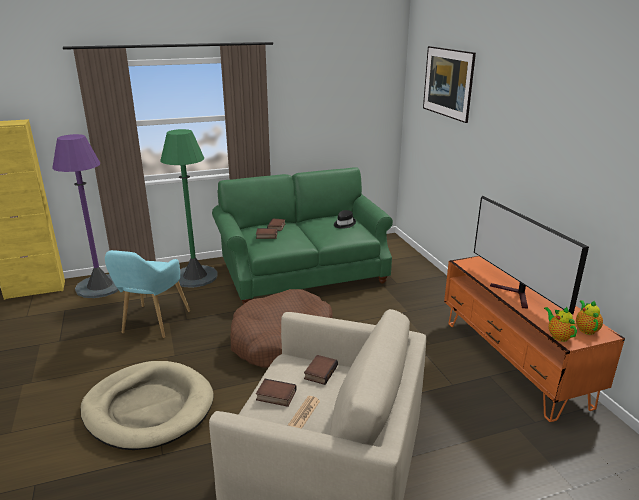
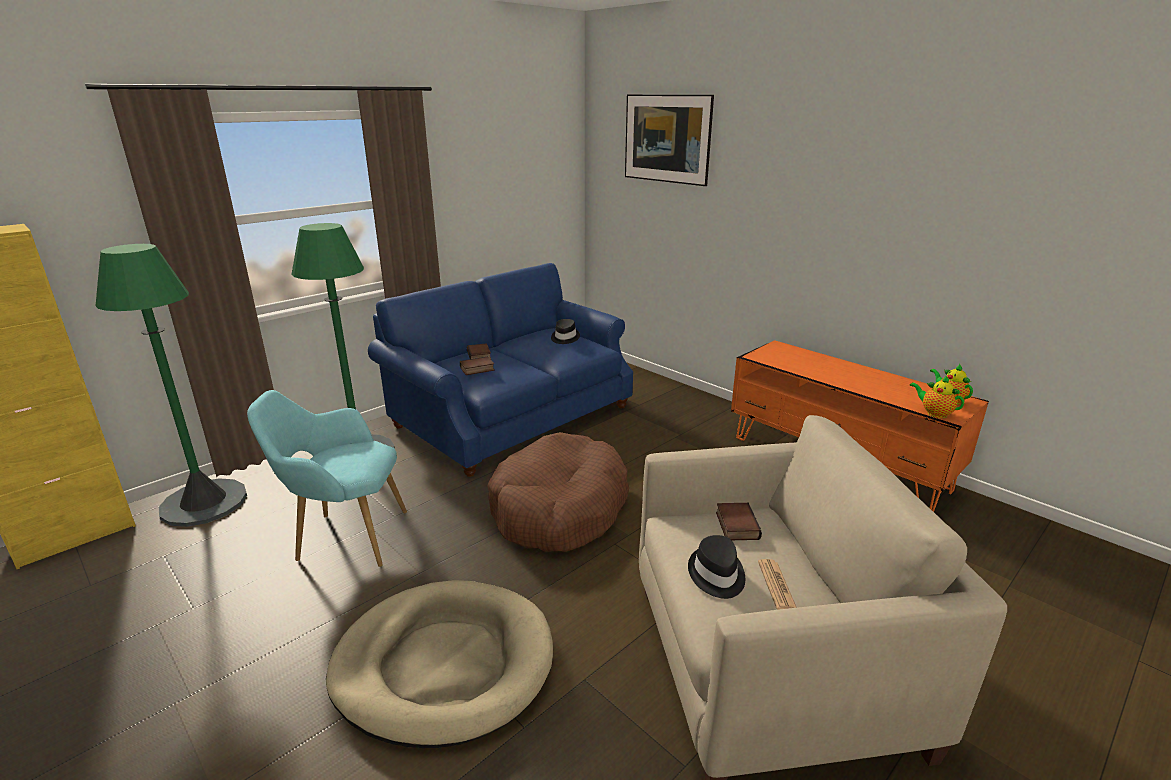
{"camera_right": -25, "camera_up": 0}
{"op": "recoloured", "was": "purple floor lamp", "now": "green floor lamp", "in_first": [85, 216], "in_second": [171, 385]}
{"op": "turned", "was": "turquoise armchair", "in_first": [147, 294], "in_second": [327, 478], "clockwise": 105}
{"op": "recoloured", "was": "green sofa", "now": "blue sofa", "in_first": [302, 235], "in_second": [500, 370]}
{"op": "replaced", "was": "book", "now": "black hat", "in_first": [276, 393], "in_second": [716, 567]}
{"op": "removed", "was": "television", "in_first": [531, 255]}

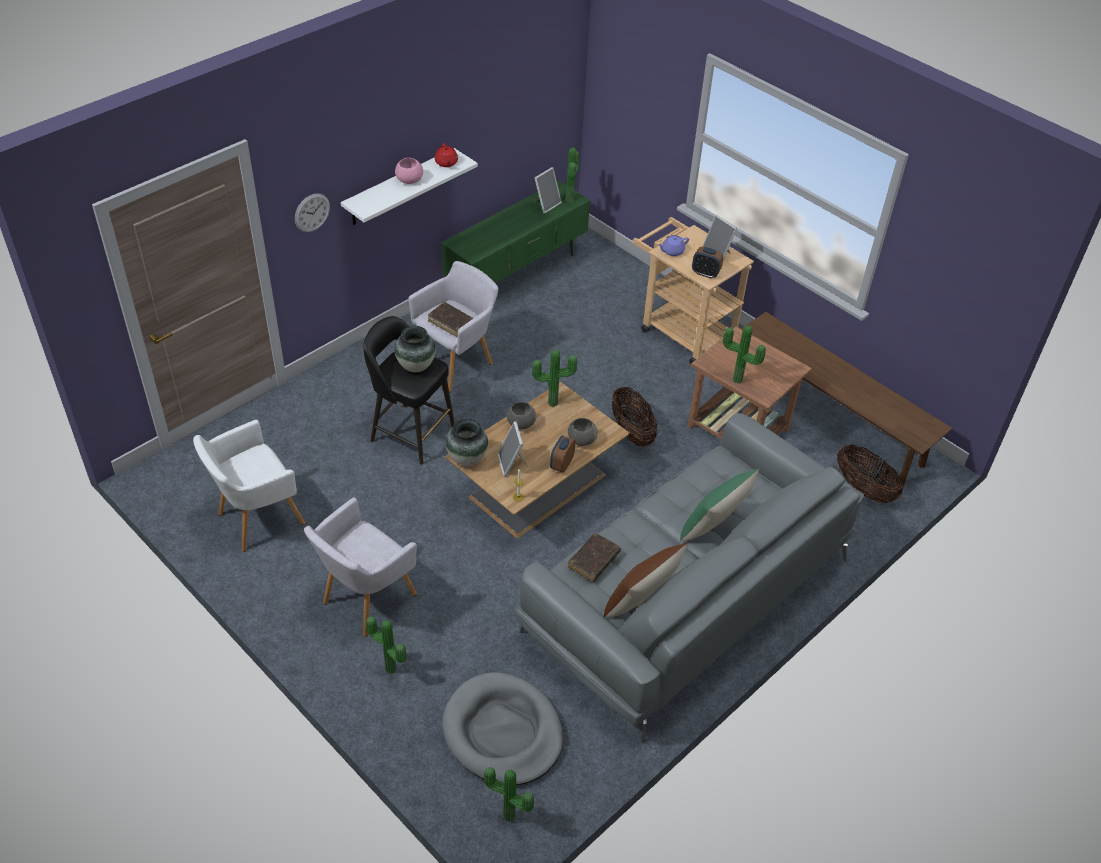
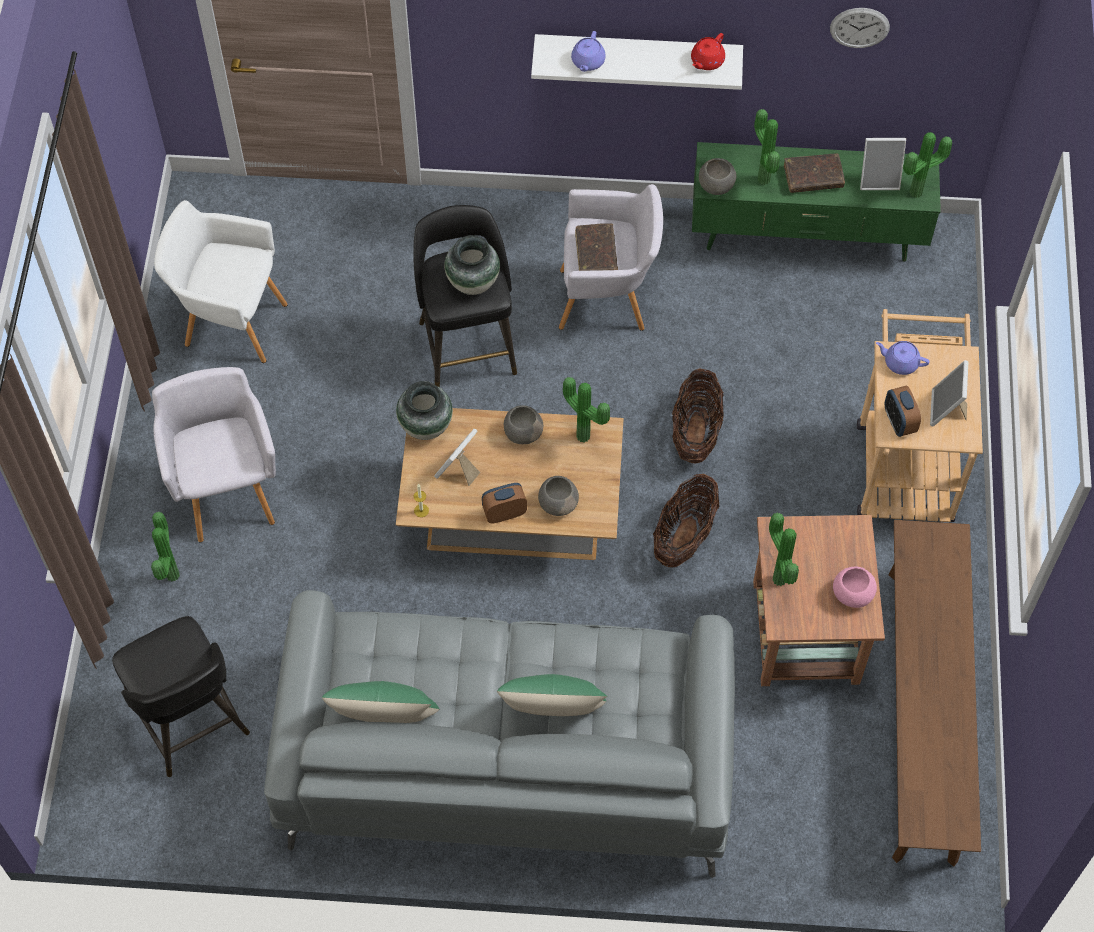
{"camera_right": 50, "camera_up": 15}
{"op": "replaced", "was": "grey dog bed", "now": "black stool", "in_first": [502, 728], "in_second": [181, 696]}
{"op": "turned", "was": "grey armchair", "in_first": [360, 567], "in_second": [214, 454], "clockwise": 75}
{"op": "recoloured", "was": "brown pillow", "now": "green pillow", "in_first": [646, 580], "in_second": [380, 702]}
{"op": "added", "now": "purple teapot", "in_second": [588, 51]}
{"op": "moved", "was": "basket", "in_first": [870, 473], "in_second": [698, 415]}
{"op": "added", "now": "grey bowl", "in_second": [717, 176]}
{"op": "moved", "was": "potted plant", "in_first": [509, 794], "in_second": [767, 147]}
{"op": "moved", "was": "brown book", "in_first": [594, 557], "in_second": [814, 173]}
{"op": "moved", "was": "wall clock", "in_first": [312, 212], "in_second": [860, 28]}
{"op": "moved", "was": "pink bowl", "in_first": [409, 171], "in_second": [855, 587]}

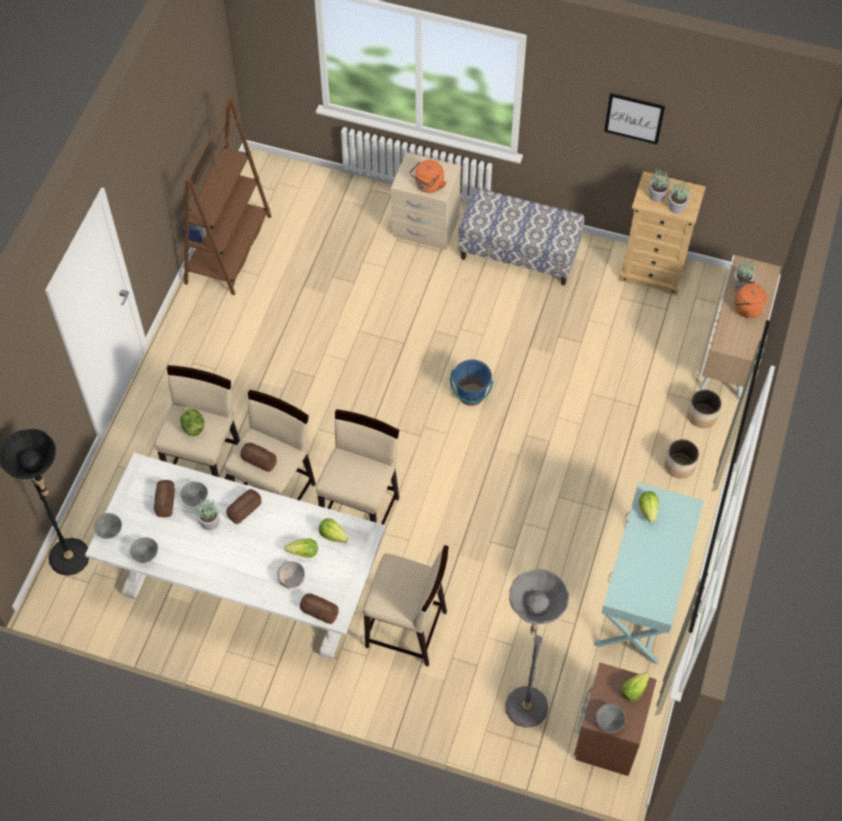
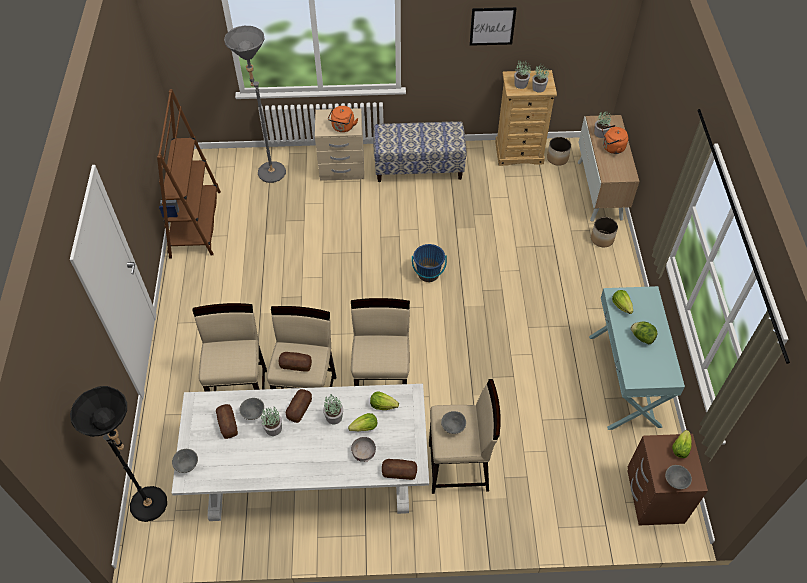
{"camera_right": -20, "camera_up": -5}
{"op": "moved", "was": "grey floor lamp", "in_first": [537, 648], "in_second": [255, 104]}
{"op": "added", "now": "potted plant", "in_second": [333, 408]}
{"op": "moved", "was": "grey bowl", "in_first": [144, 550], "in_second": [453, 422]}
{"op": "moved", "was": "planter", "in_first": [682, 459], "in_second": [559, 151]}
{"op": "moved", "was": "lettuce", "in_first": [192, 422], "in_second": [644, 333]}

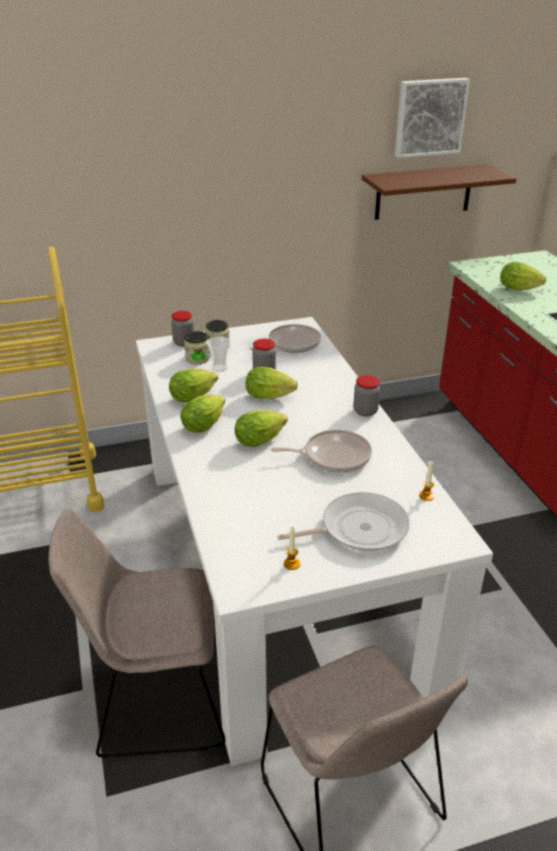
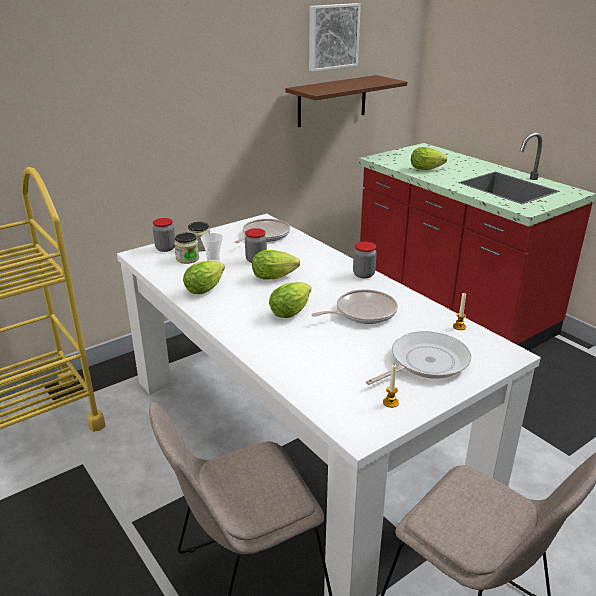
{"camera_right": -20, "camera_up": -5}
{"op": "removed", "was": "lettuce", "in_first": [202, 413]}

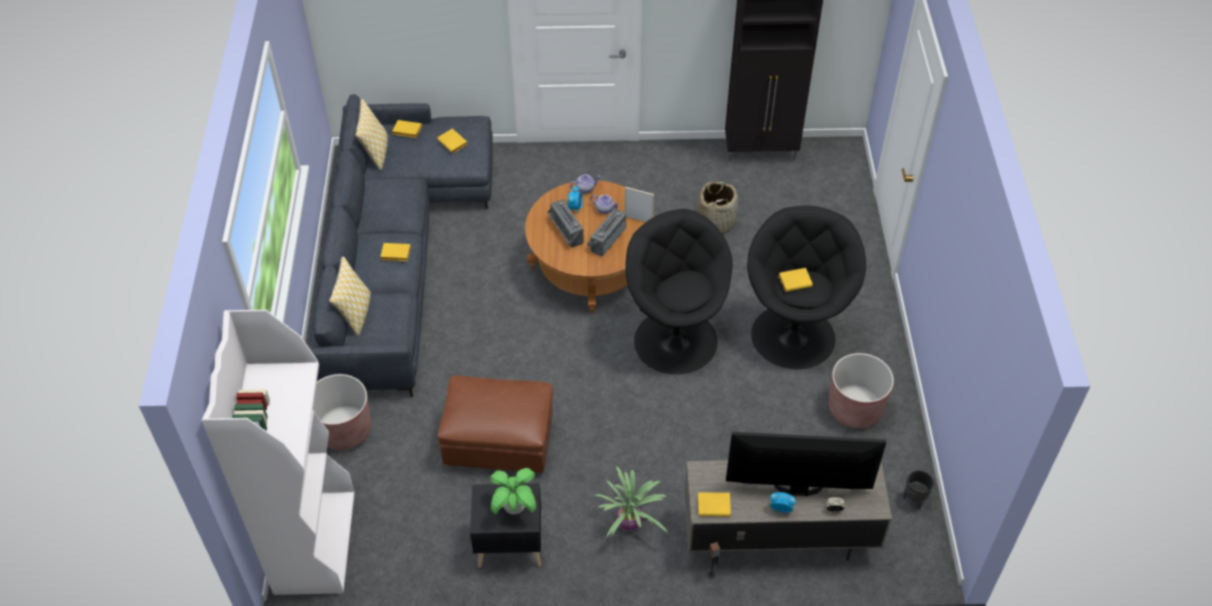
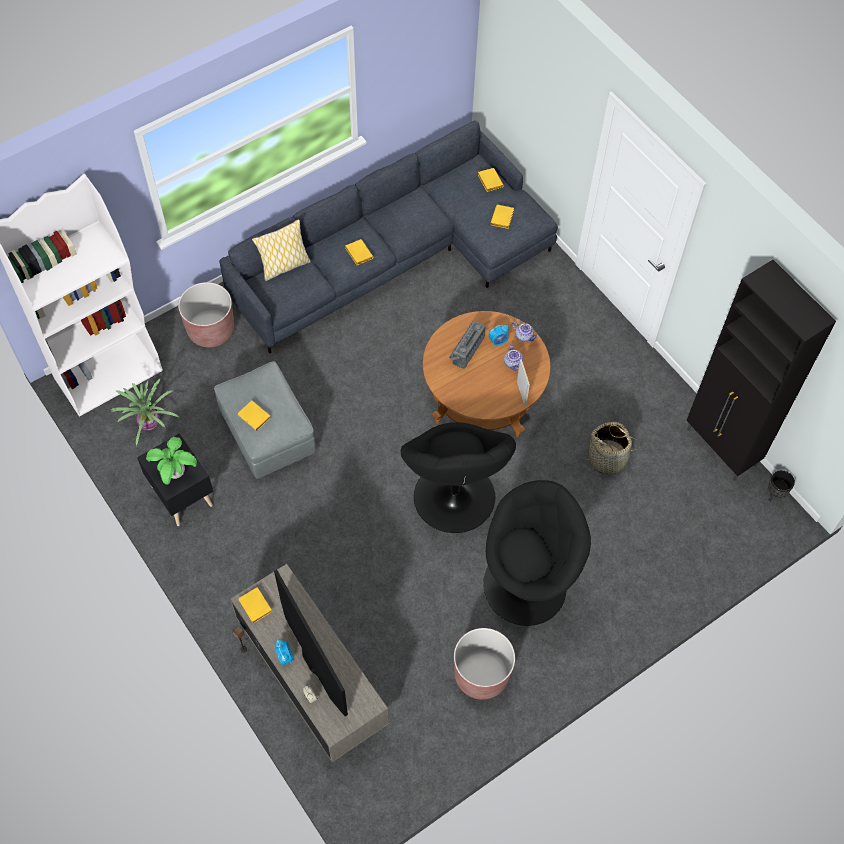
{"camera_right": 55, "camera_up": 10}
{"op": "moved", "was": "potted plant", "in_first": [631, 501], "in_second": [145, 412]}
{"op": "recoloured", "was": "brown ottoman", "now": "grey ottoman", "in_first": [495, 424], "in_second": [265, 420]}
{"op": "moved", "was": "yellow book", "in_first": [796, 280], "in_second": [254, 415]}
{"op": "turned", "was": "black armchair", "in_first": [679, 291], "in_second": [458, 477], "clockwise": 150}
{"op": "moved", "was": "black planter", "in_first": [918, 490], "in_second": [781, 486]}
{"op": "removed", "was": "pillow", "in_first": [371, 134]}
{"op": "removed", "was": "radio", "in_first": [606, 232]}

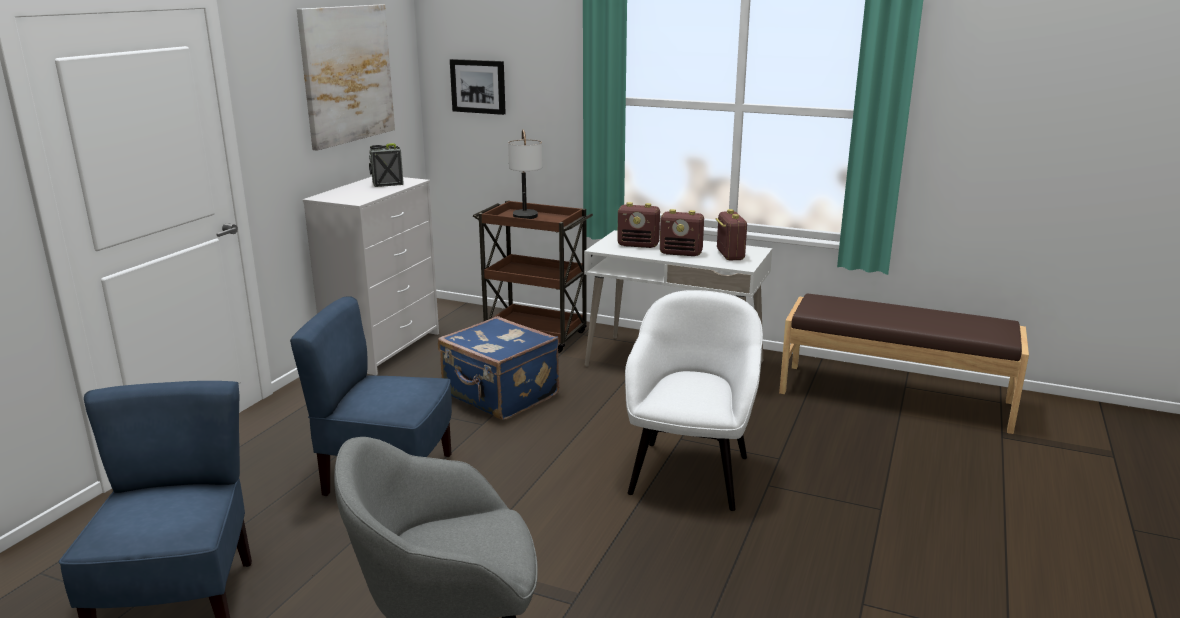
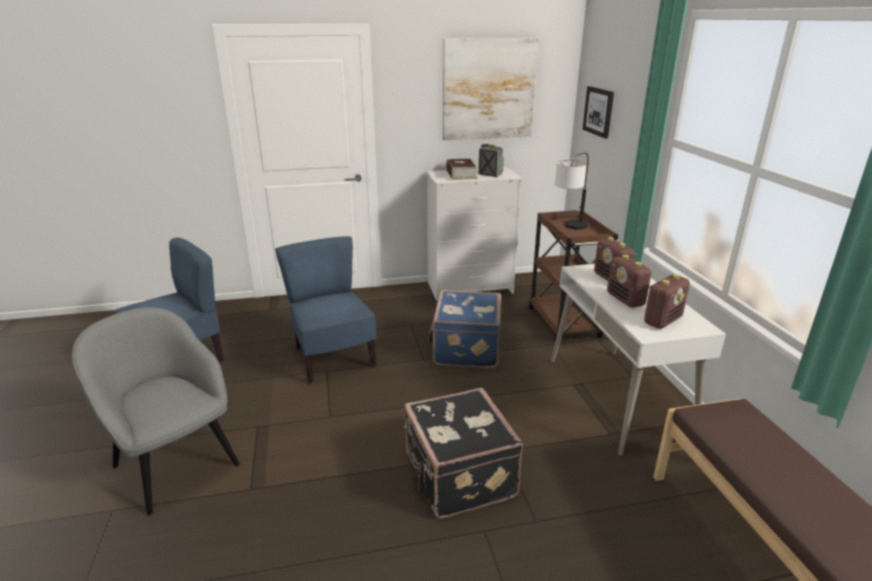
{"camera_right": 55, "camera_up": 5}
{"op": "replaced", "was": "white armchair", "now": "black suitcase", "in_first": [694, 400], "in_second": [463, 453]}
{"op": "added", "now": "book", "in_second": [462, 169]}

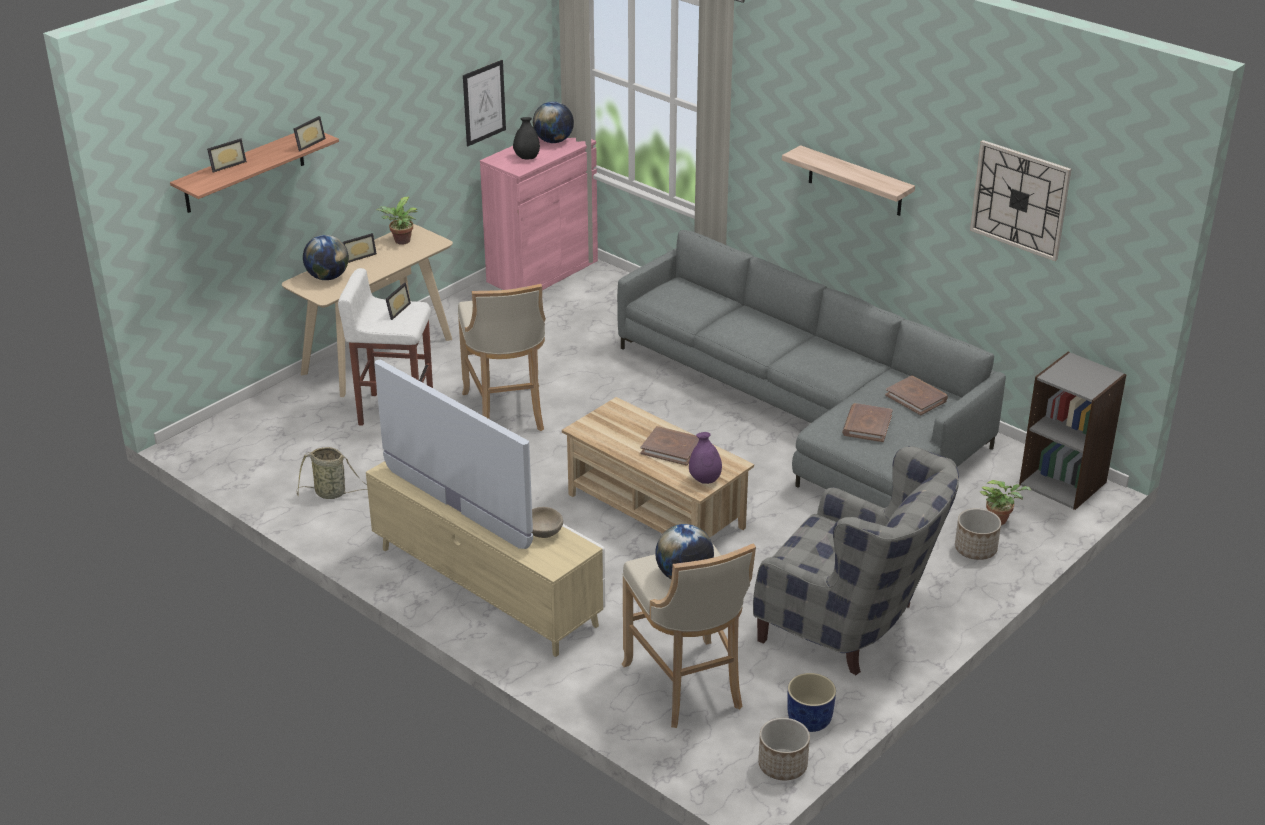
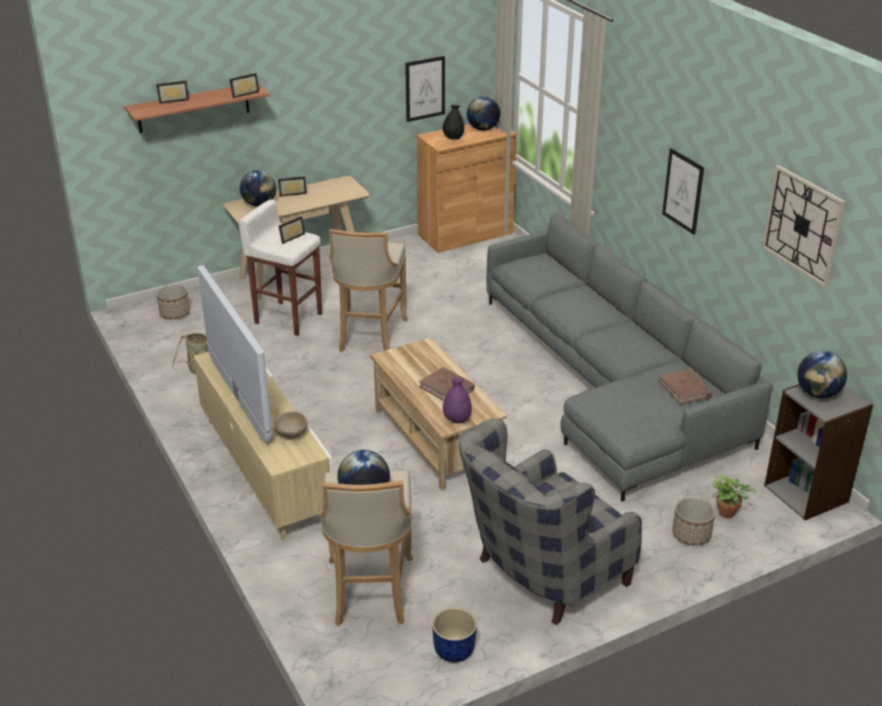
{"camera_right": 20, "camera_up": 0}
{"op": "moved", "was": "planter", "in_first": [784, 749], "in_second": [173, 301]}
{"op": "recoloured", "was": "pink cabinet", "now": "brown cabinet", "in_first": [539, 213], "in_second": [467, 188]}
{"op": "turned", "was": "grey armchair", "in_first": [856, 560], "in_second": [550, 521], "clockwise": 90}
{"op": "replaced", "was": "shelf", "now": "picture", "in_first": [848, 180], "in_second": [683, 191]}
{"op": "added", "now": "globe", "in_second": [822, 374]}
{"op": "removed", "was": "potted plant", "in_first": [397, 221]}
{"op": "removed", "was": "brown book", "in_first": [867, 422]}

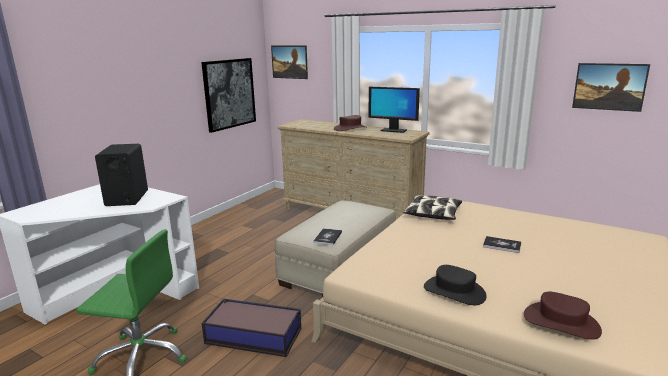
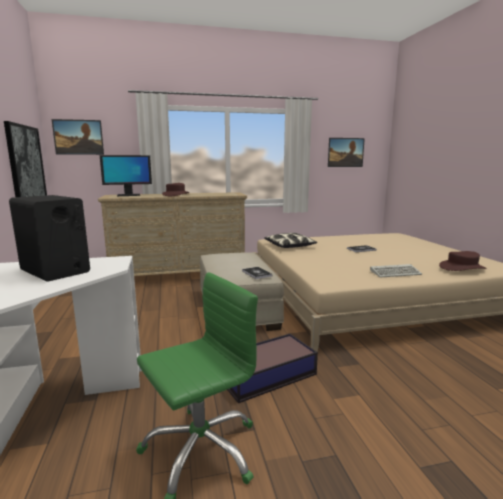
{"camera_right": -45, "camera_up": -5}
{"op": "moved", "was": "monitor", "in_first": [394, 110], "in_second": [126, 175]}
{"op": "replaced", "was": "black hat", "now": "keyboard", "in_first": [455, 285], "in_second": [396, 271]}

